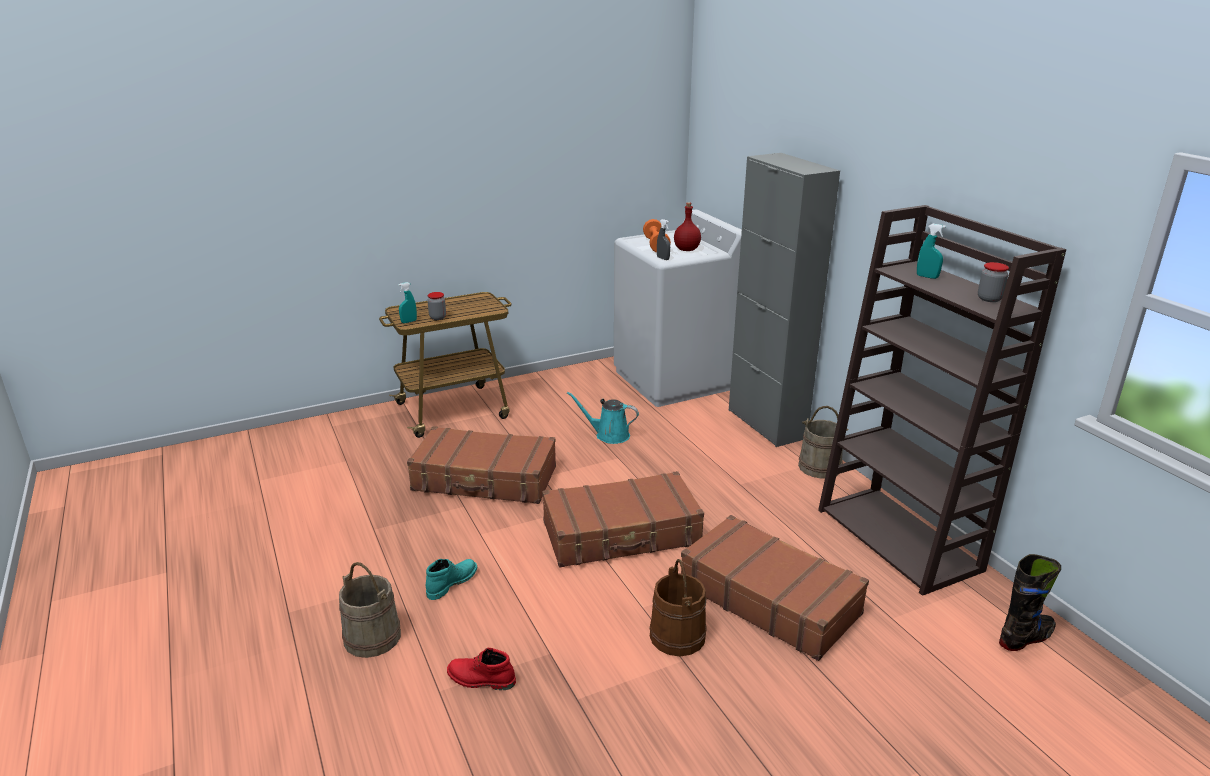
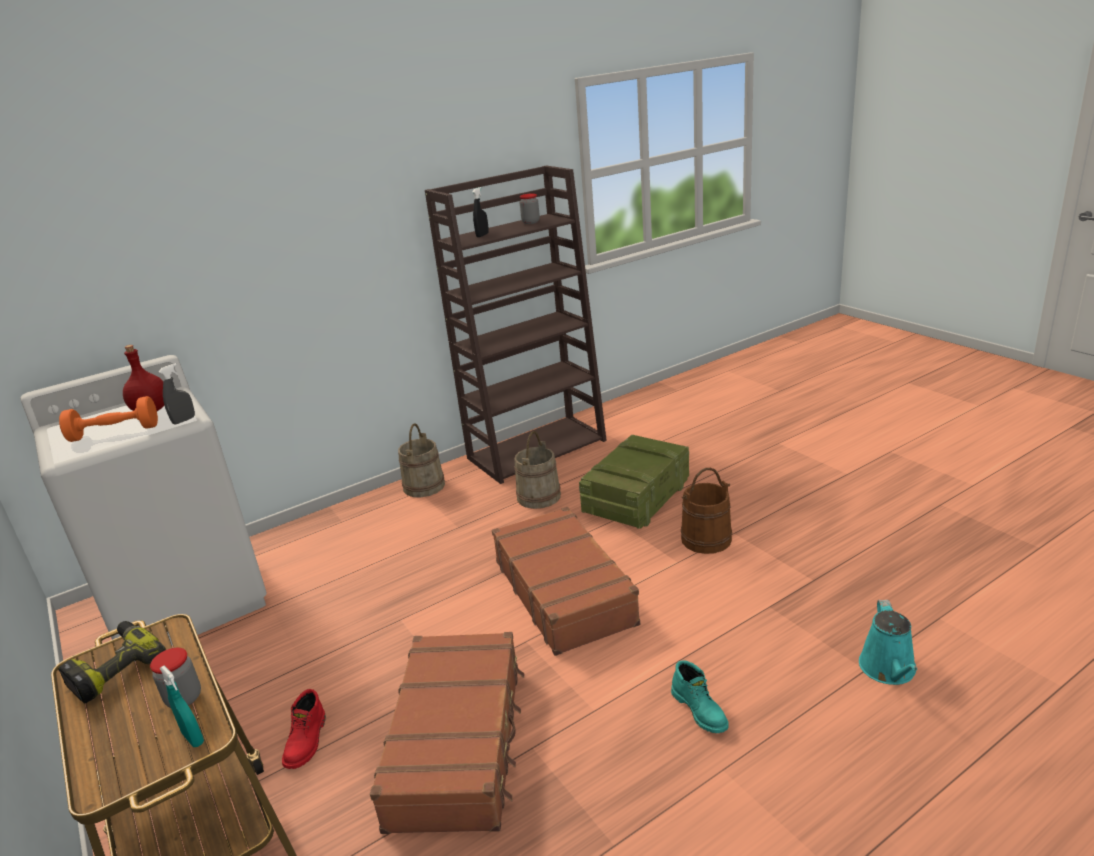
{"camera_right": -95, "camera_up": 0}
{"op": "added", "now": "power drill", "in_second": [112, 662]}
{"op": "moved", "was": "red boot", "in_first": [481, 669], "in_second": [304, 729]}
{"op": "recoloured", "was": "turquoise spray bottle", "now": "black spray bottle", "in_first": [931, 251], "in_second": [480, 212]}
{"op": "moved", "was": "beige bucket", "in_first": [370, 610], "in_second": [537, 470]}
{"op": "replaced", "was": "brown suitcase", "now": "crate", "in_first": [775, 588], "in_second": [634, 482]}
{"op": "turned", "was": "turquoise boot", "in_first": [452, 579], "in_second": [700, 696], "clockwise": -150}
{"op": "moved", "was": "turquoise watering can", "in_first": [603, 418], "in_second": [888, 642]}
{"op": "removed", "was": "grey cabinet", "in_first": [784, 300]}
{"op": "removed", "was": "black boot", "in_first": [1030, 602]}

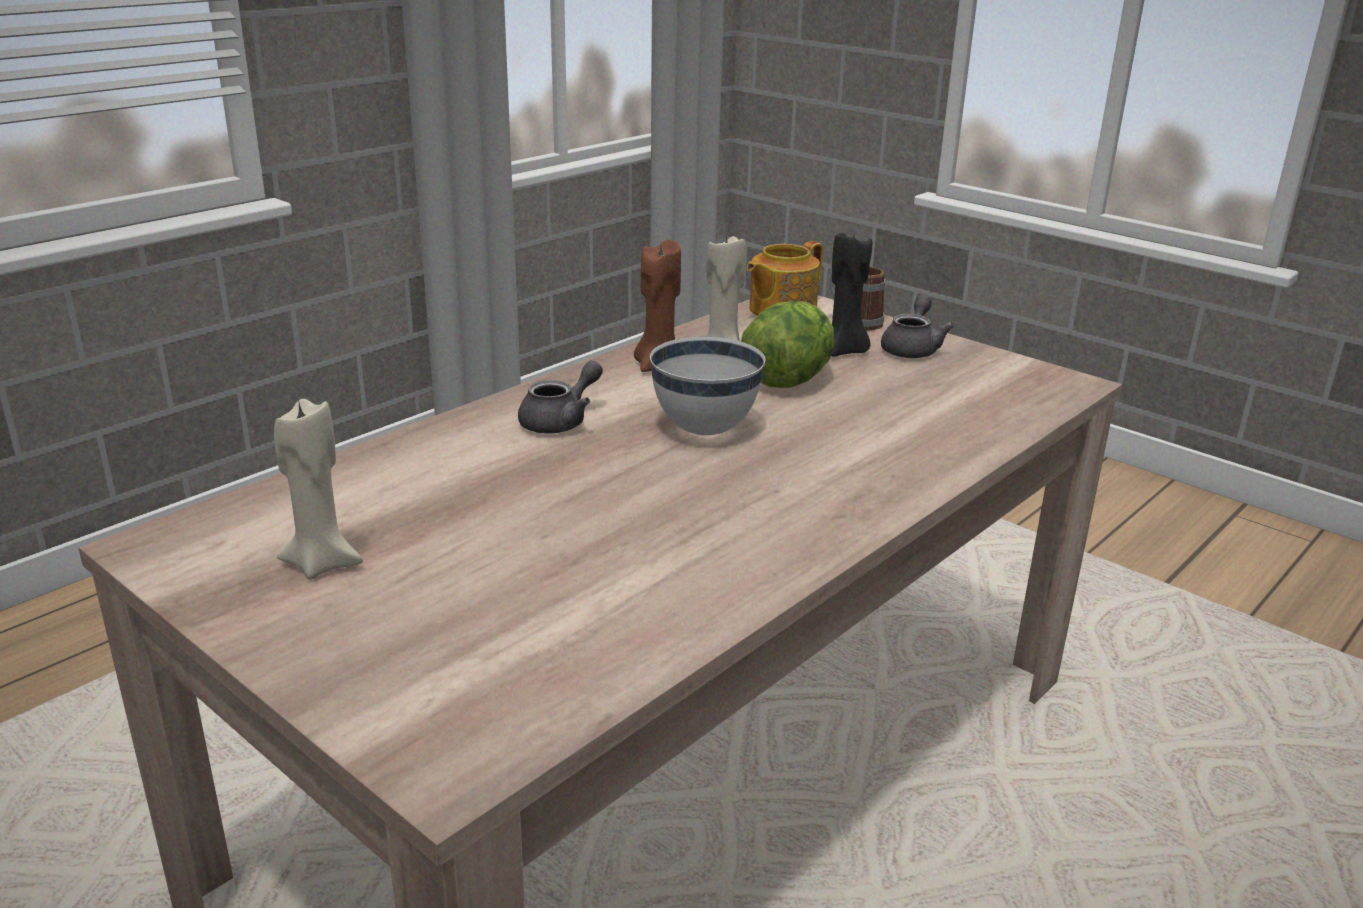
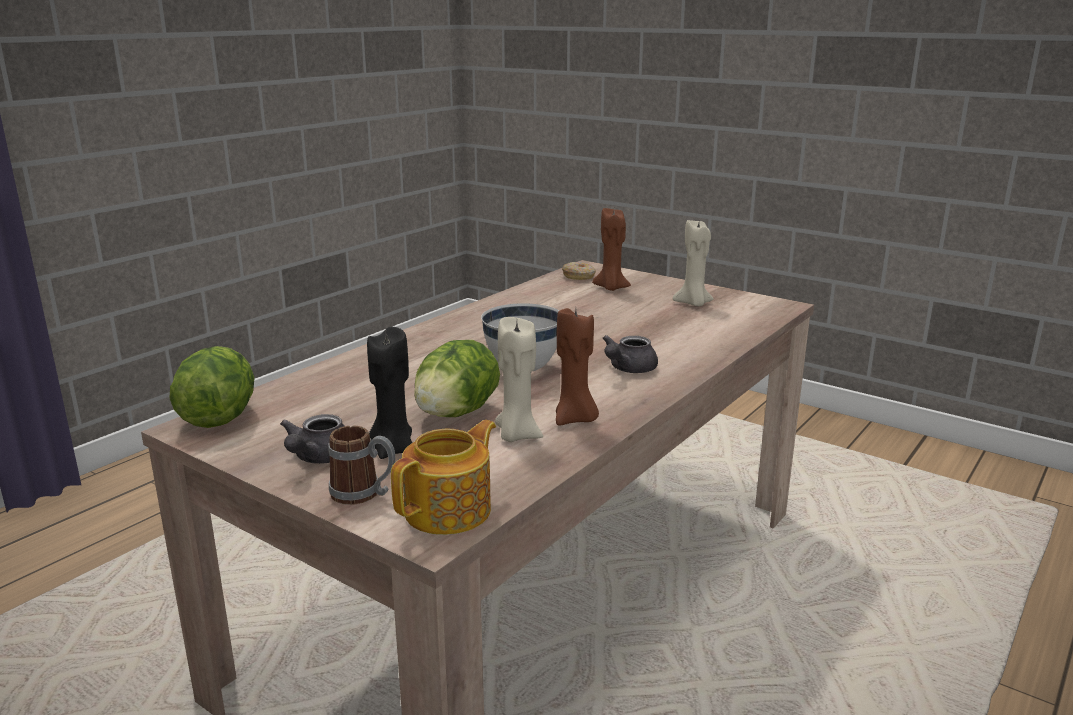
{"camera_right": 175, "camera_up": -5}
{"op": "added", "now": "lettuce", "in_second": [212, 387]}
{"op": "added", "now": "donut", "in_second": [579, 271]}
{"op": "added", "now": "brown candle", "in_second": [611, 249]}

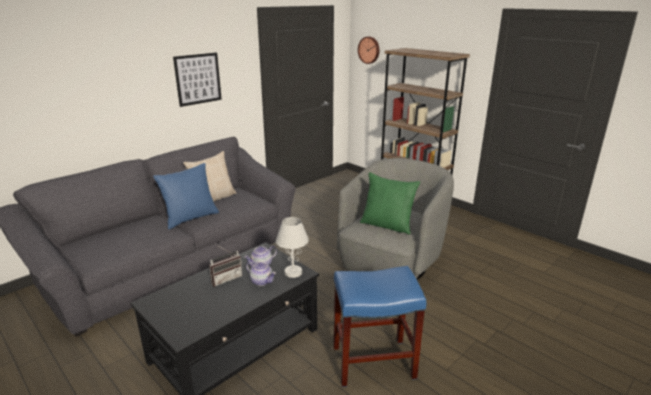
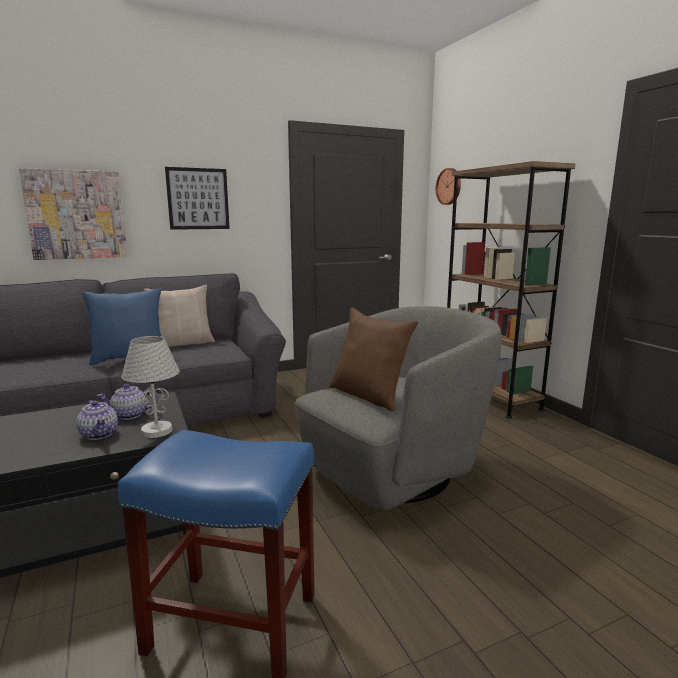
{"camera_right": 20, "camera_up": -10}
{"op": "added", "now": "picture", "in_second": [73, 214]}
{"op": "recoloured", "was": "green pillow", "now": "brown pillow", "in_first": [390, 203], "in_second": [374, 359]}
{"op": "removed", "was": "radio", "in_first": [225, 266]}

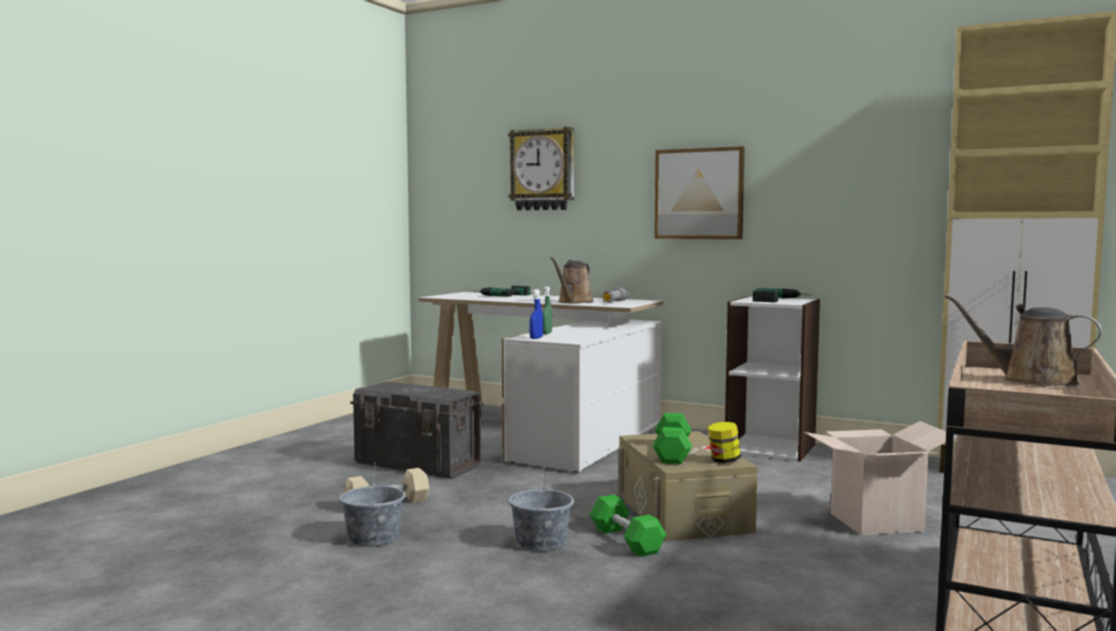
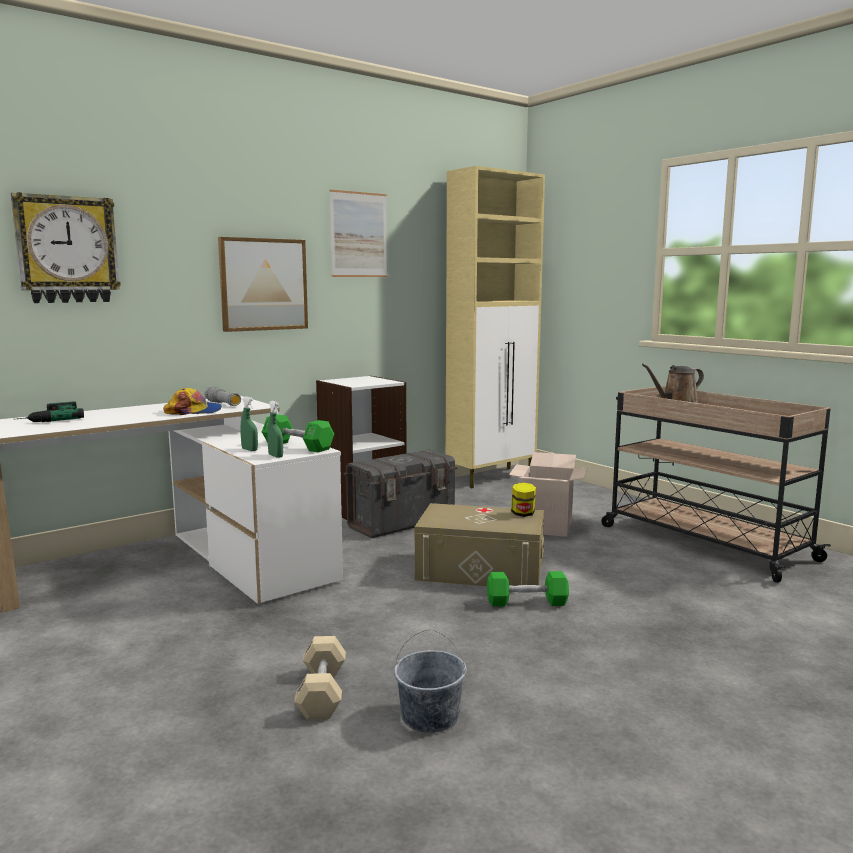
{"camera_right": -65, "camera_up": 5}
{"op": "replaced", "was": "brown watering can", "now": "cap", "in_first": [572, 280], "in_second": [192, 401]}
{"op": "moved", "was": "green dumbbell", "in_first": [672, 438], "in_second": [298, 433]}
{"op": "recoloured", "was": "blue spray bottle", "now": "green spray bottle", "in_first": [536, 314], "in_second": [275, 429]}
{"op": "added", "now": "picture", "in_second": [358, 233]}
{"op": "moved", "was": "grey storage box", "in_first": [417, 430], "in_second": [401, 494]}
{"op": "removed", "was": "grey bucket", "in_first": [541, 508]}
{"op": "removed", "was": "power drill", "in_first": [781, 295]}

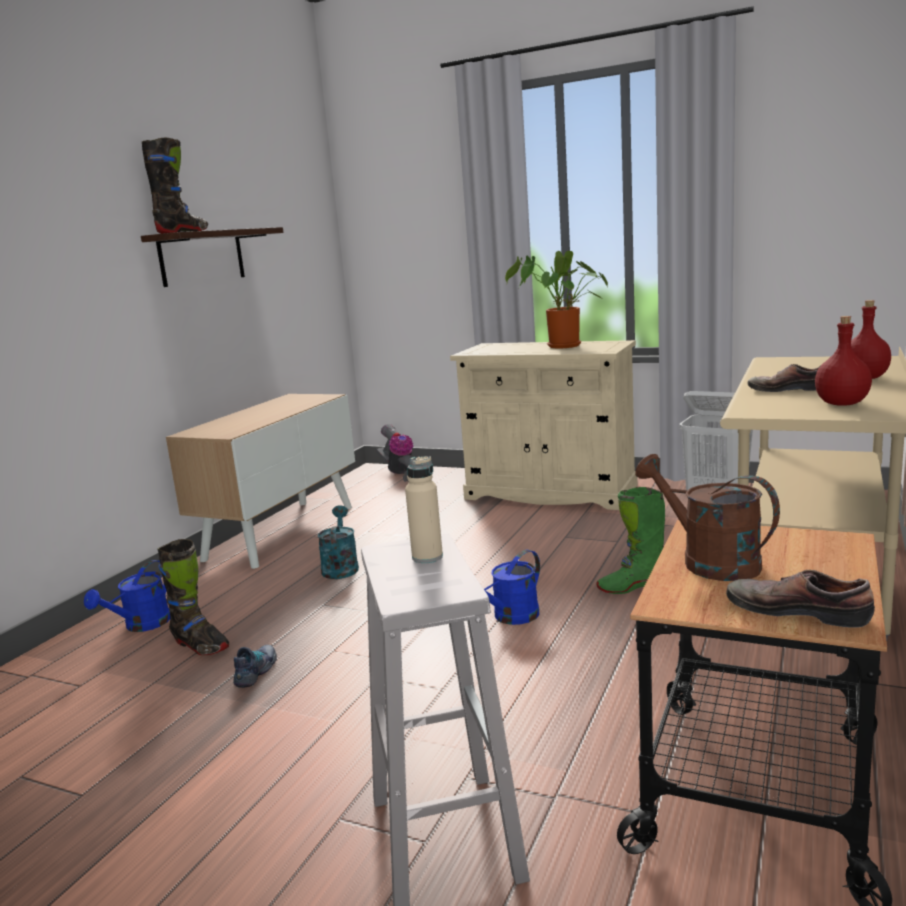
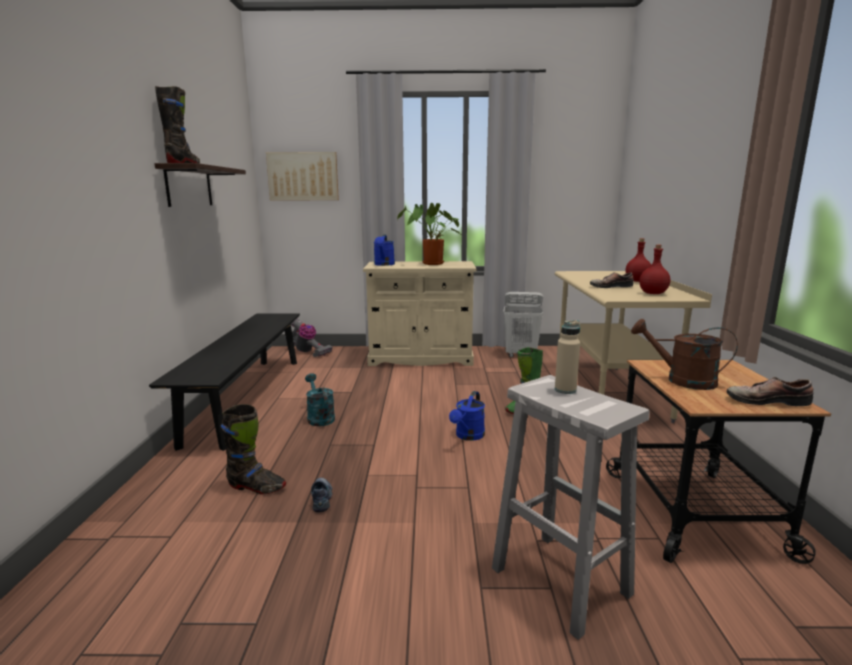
{"camera_right": -25, "camera_up": 0}
{"op": "replaced", "was": "cabinet", "now": "black bench", "in_first": [260, 481], "in_second": [224, 382]}
{"op": "added", "now": "picture", "in_second": [302, 176]}
{"op": "moved", "was": "blue watering can", "in_first": [127, 596], "in_second": [384, 250]}

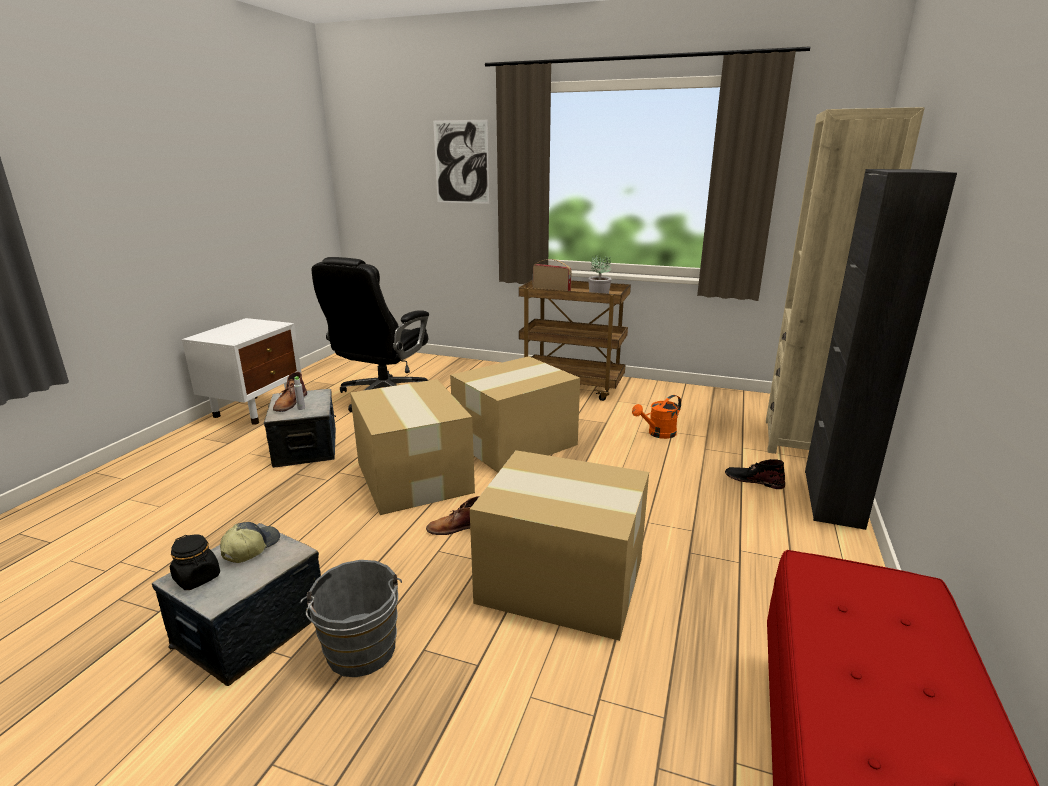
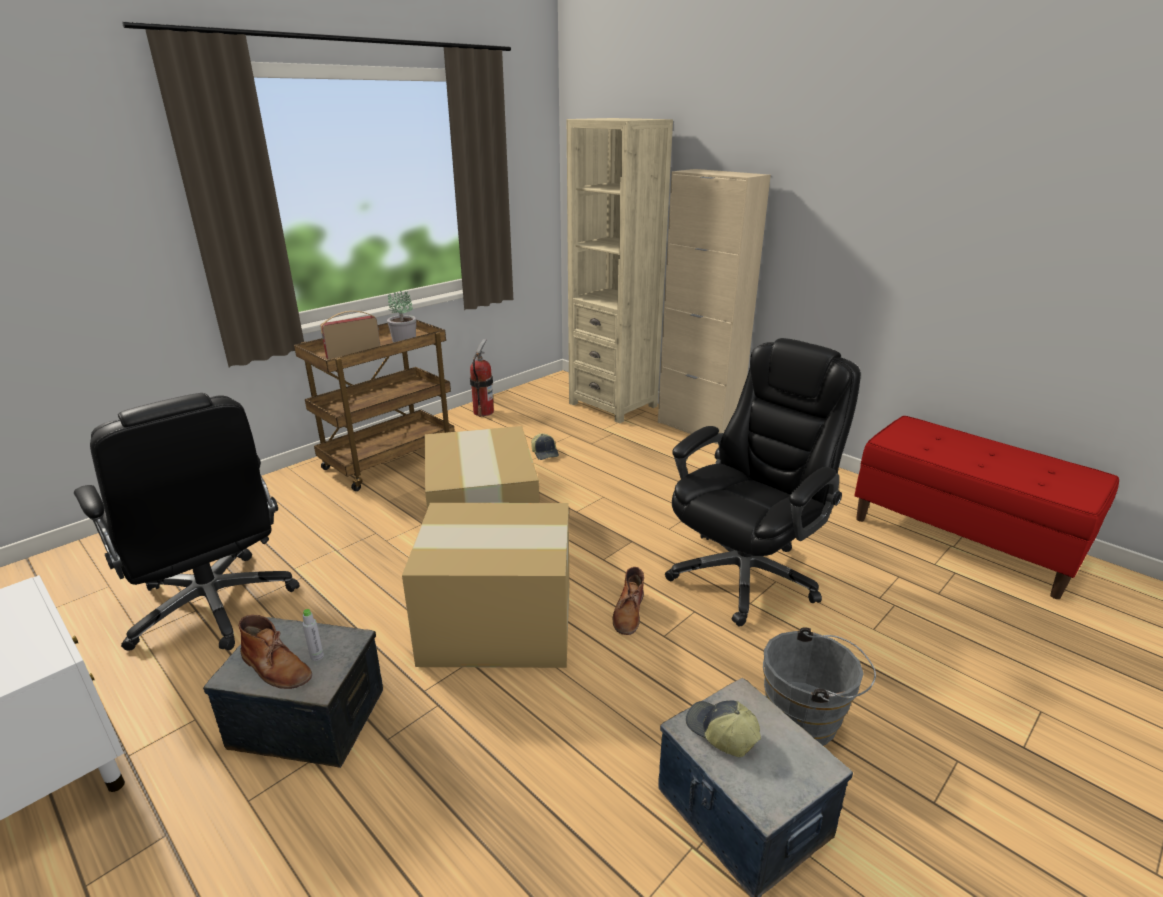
{"camera_right": -65, "camera_up": 5}
{"op": "added", "now": "fire extinguisher", "in_second": [482, 378]}
{"op": "replaced", "was": "orange watering can", "now": "cap", "in_first": [656, 417], "in_second": [545, 446]}
{"op": "recoloured", "was": "black cabinet", "now": "beige cabinet", "in_first": [881, 349], "in_second": [714, 306]}
{"op": "replaced", "was": "cardboard box", "now": "black office chair", "in_first": [559, 545], "in_second": [763, 482]}
{"op": "removed", "was": "black jar", "in_first": [195, 562]}
{"op": "removed", "was": "picture", "in_first": [461, 162]}
{"op": "removed", "was": "black boot", "in_first": [755, 474]}

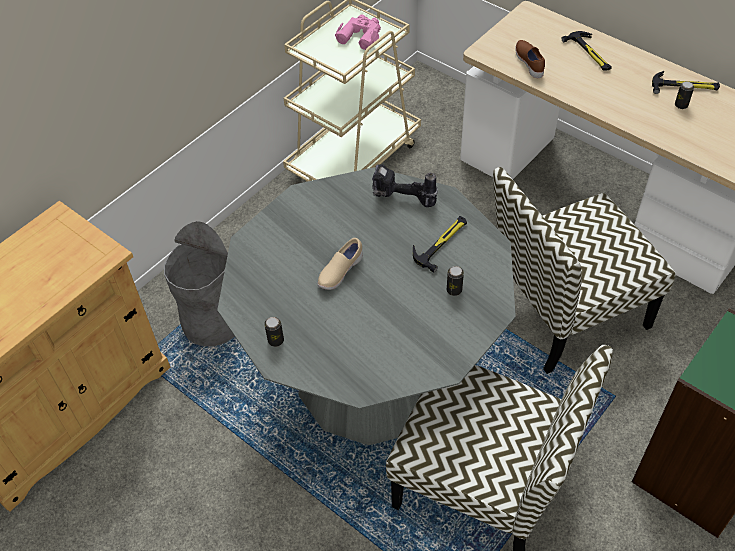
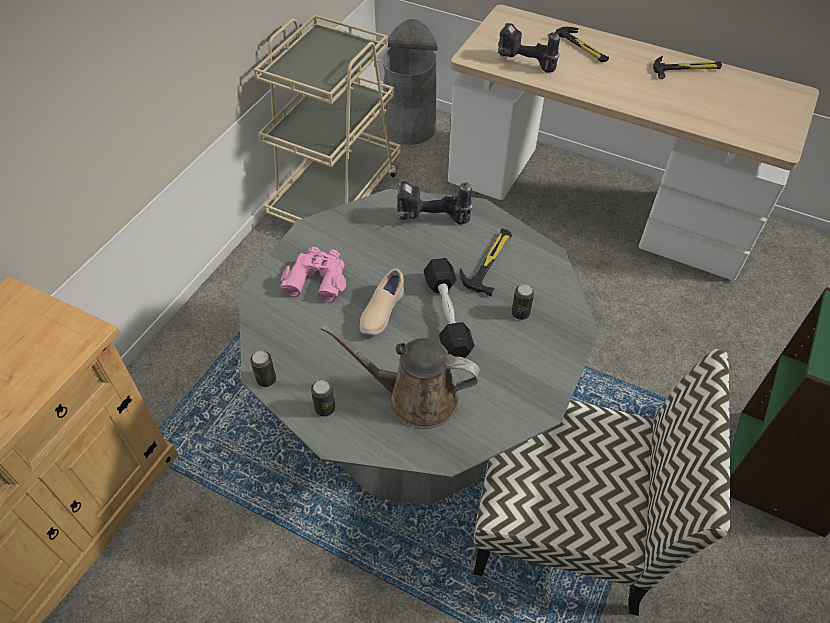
{"camera_right": -15, "camera_up": 0}
{"op": "moved", "was": "can", "in_first": [684, 95], "in_second": [263, 369]}
{"op": "moved", "was": "pink binoculars", "in_first": [358, 32], "in_second": [313, 275]}
{"op": "added", "now": "brown watering can", "in_second": [400, 377]}
{"op": "moved", "was": "grey trash can", "in_first": [199, 284], "in_second": [410, 82]}
{"op": "added", "now": "black dumbbell", "in_second": [448, 308]}
{"op": "replaced", "was": "brown shoe", "now": "power drill", "in_first": [530, 59], "in_second": [529, 48]}
{"op": "removed", "was": "chair", "in_first": [584, 270]}

